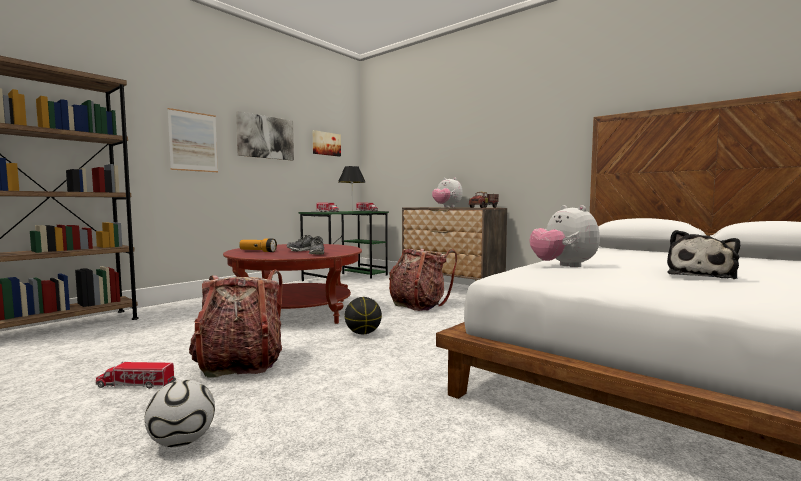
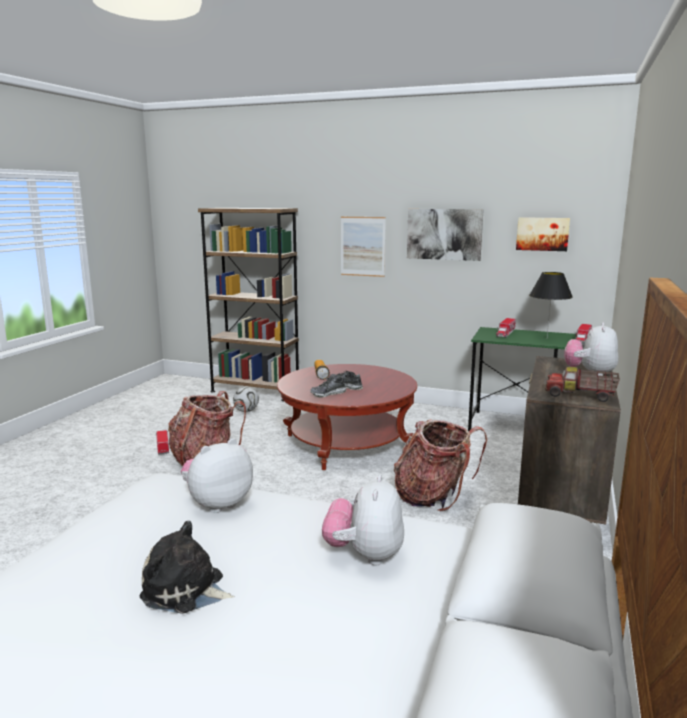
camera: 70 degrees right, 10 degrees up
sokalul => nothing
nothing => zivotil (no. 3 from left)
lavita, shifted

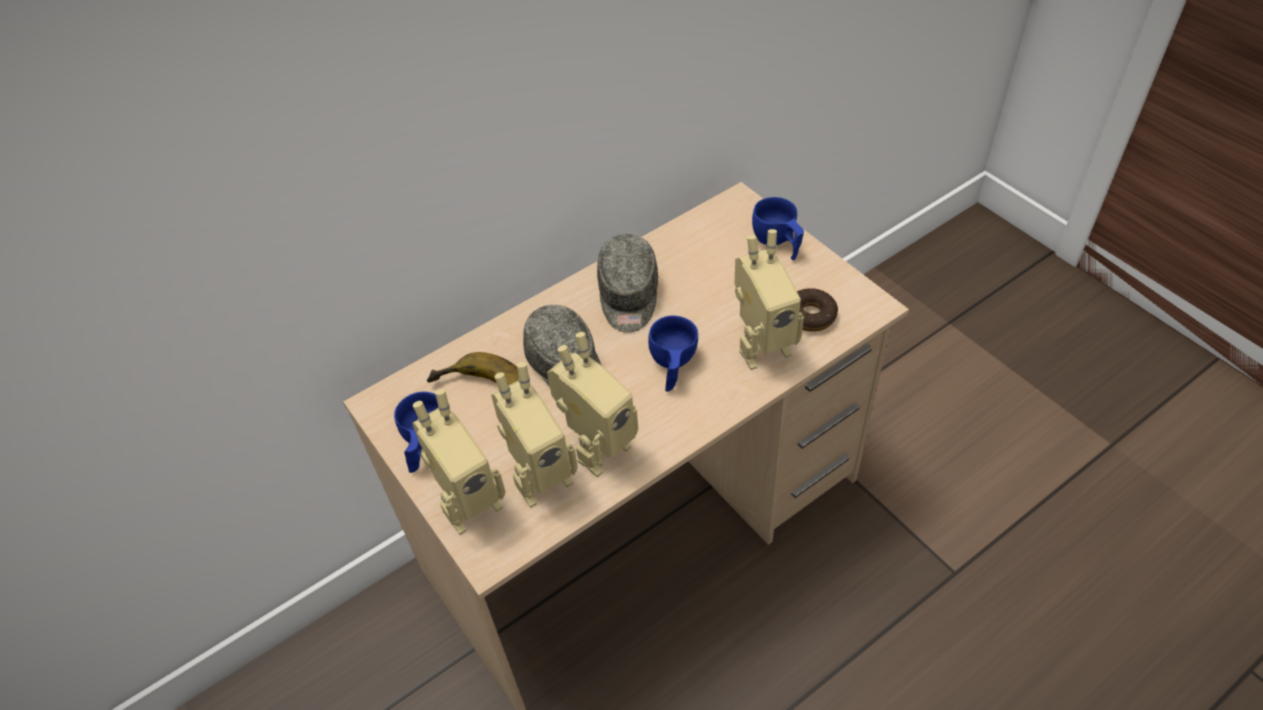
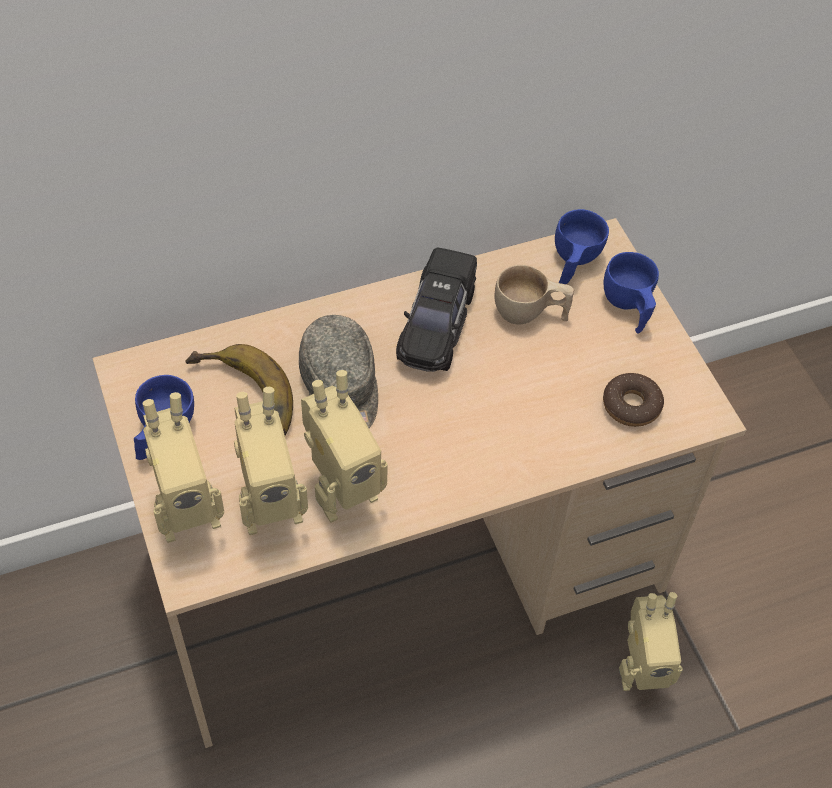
camera: 10 degrees right, 5 degrees up
nothing => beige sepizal
blue sepizal (no. 2 from left), shifted
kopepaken (no. 4 from left), shifted
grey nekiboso (no. 2 from left) => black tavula

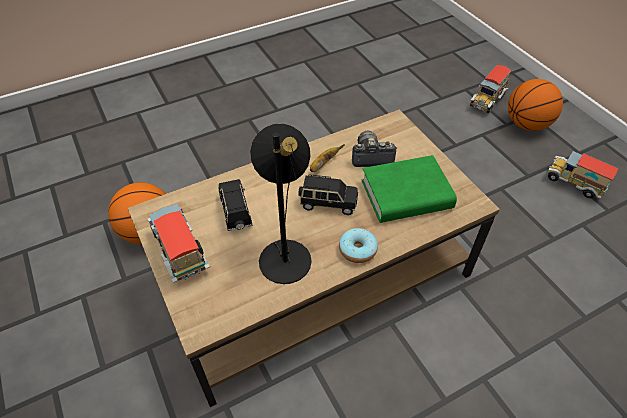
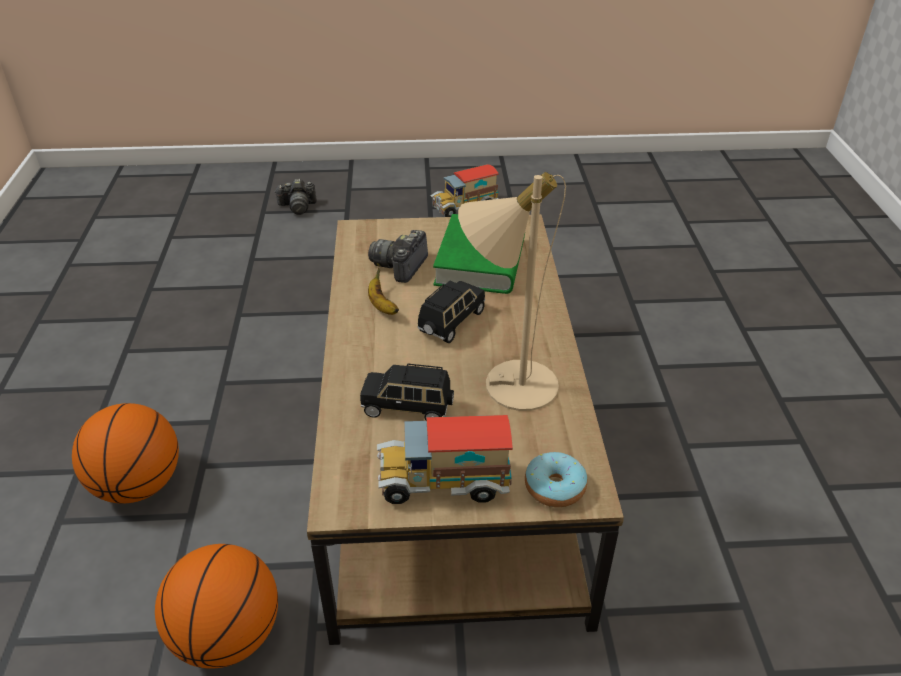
camera: 65 degrees left, 10 degrees down
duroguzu, shifted
sokalul (no. 2 from left in the first image) => sokalul (no. 1 from left), shifted
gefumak (no. 2 from left) => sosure (no. 1 from left)
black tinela => beige tinela

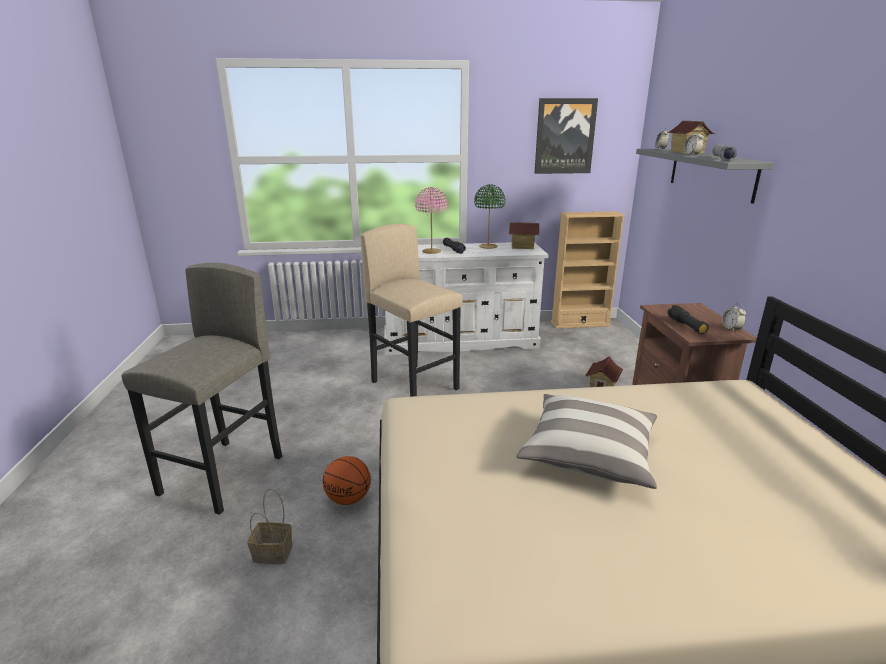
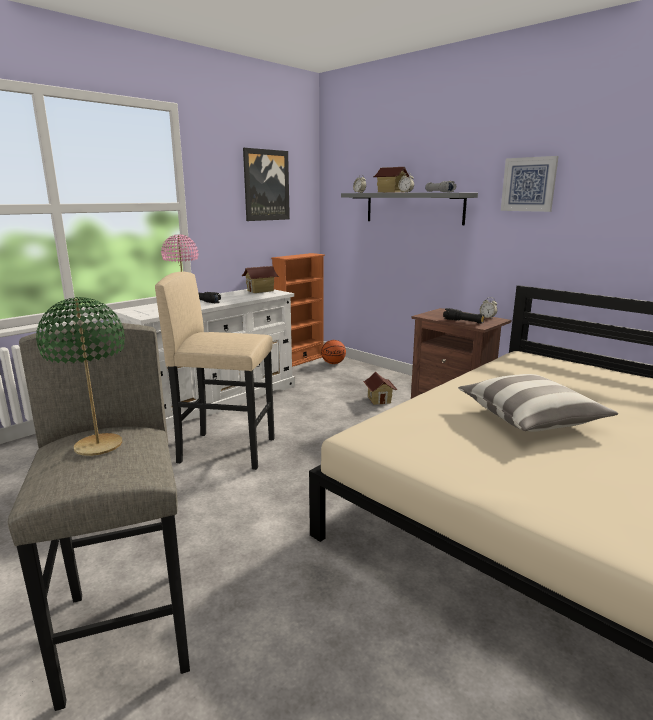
camera: 40 degrees left, 5 degrees down
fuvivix => nothing
nothing => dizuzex (no. 2 from left)
sokalul, shifted
green tinela, shifted
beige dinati => orange dinati

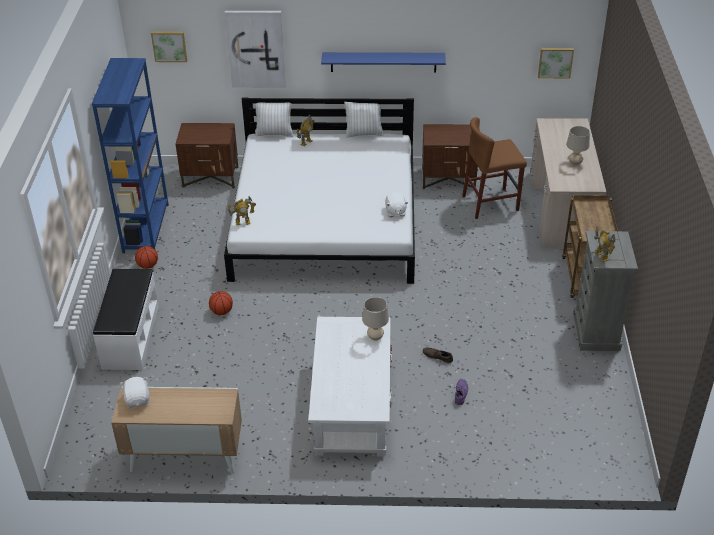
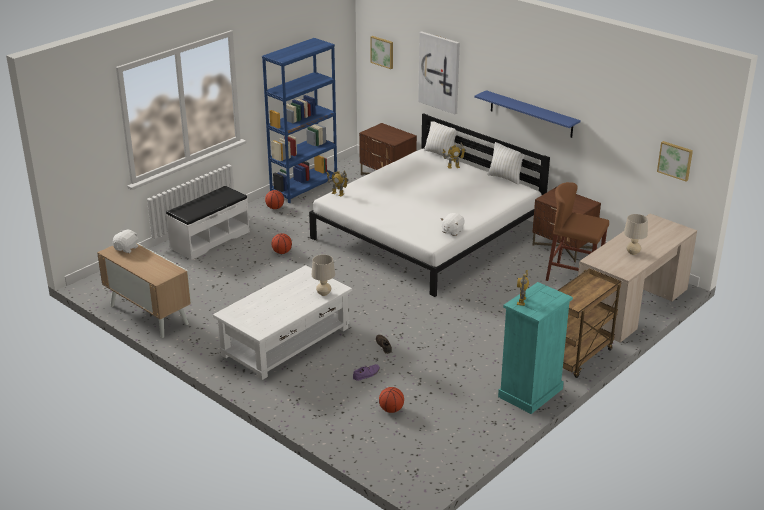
camera: 40 degrees right, 10 degrees down
nothing => sokalul (no. 3 from left)
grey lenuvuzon => turquoise lenuvuzon

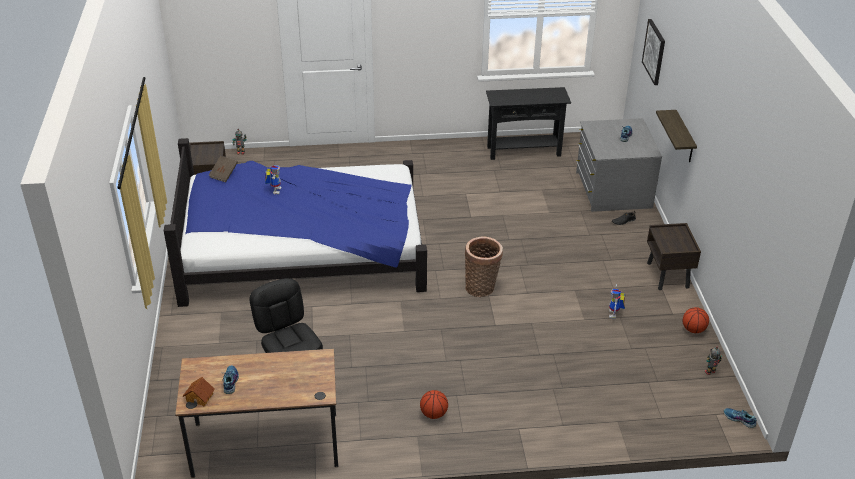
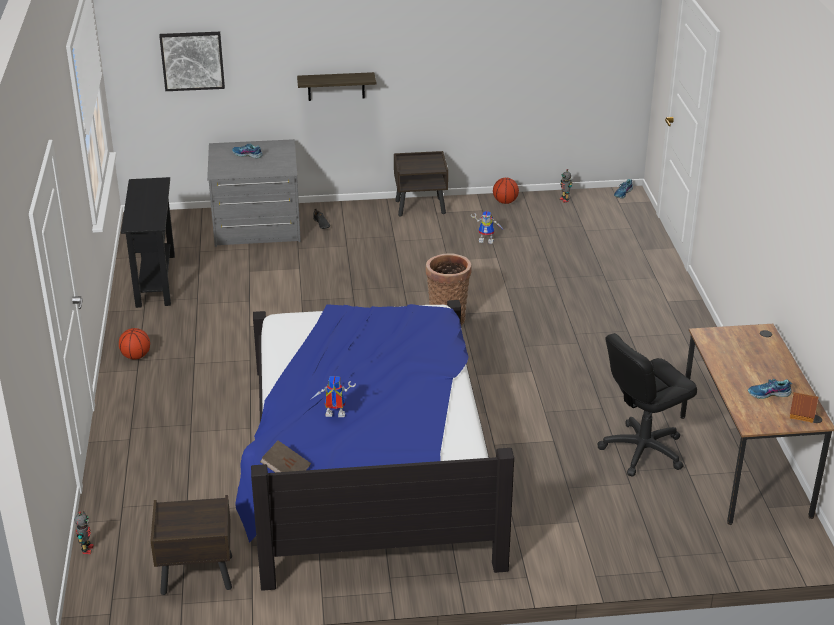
camera: 90 degrees left, 5 degrees down
sokalul (no. 1 from left), shifted

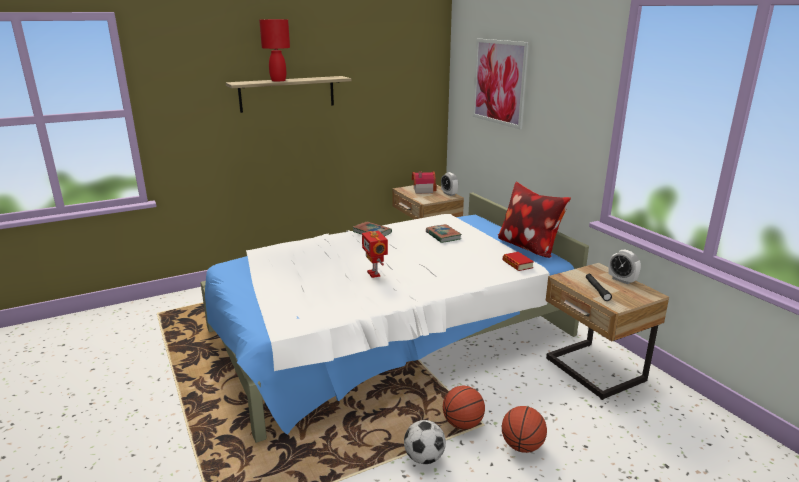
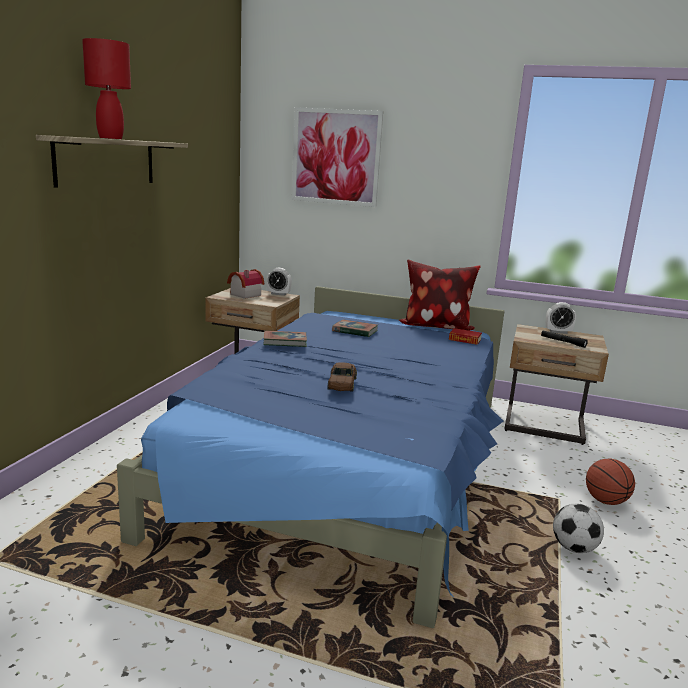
camera: 45 degrees left, 5 degrees down
kopepaken => nothing
sokalul (no. 1 from left) => nothing
nothing => brown tavula
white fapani => blue fapani

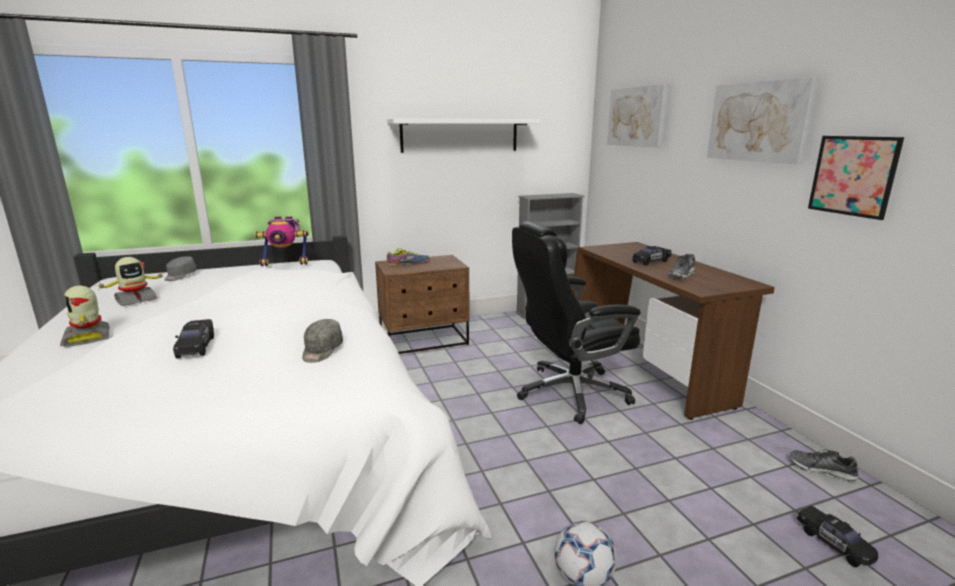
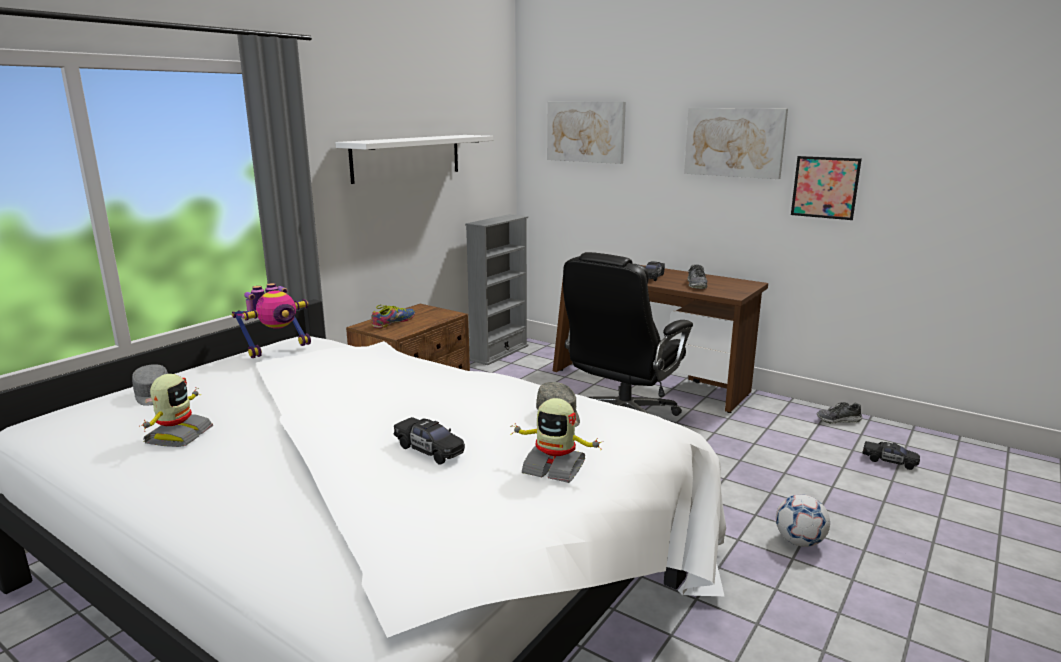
camera: 35 degrees left, 0 degrees up
kopepaken (no. 1 from left in the first image) => kopepaken (no. 3 from left), shifted

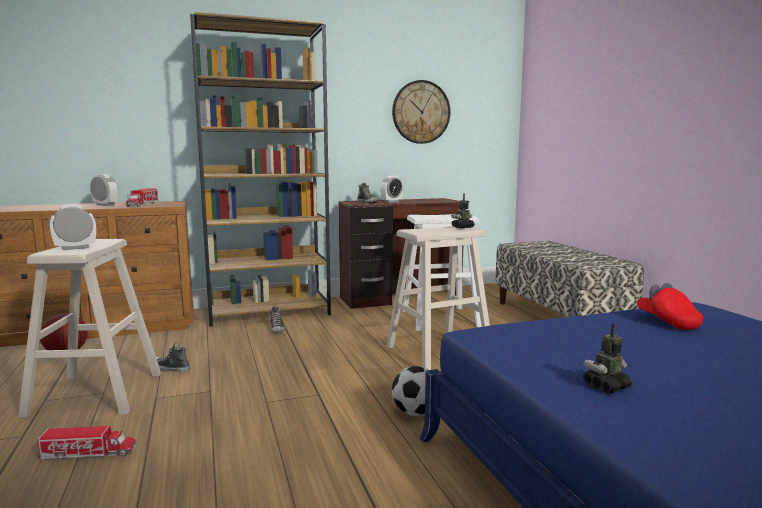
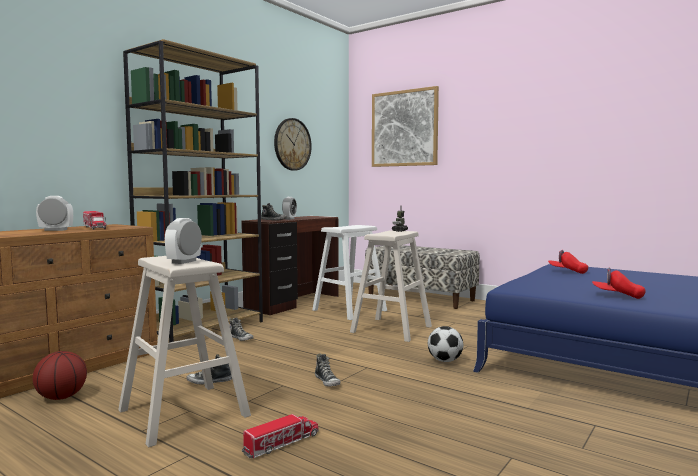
camera: 35 degrees left, 5 degrees down
nothing => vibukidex (no. 4 from left)
nothing => dizuzex
kopepaken (no. 2 from left) => red nekiboso (no. 2 from left)

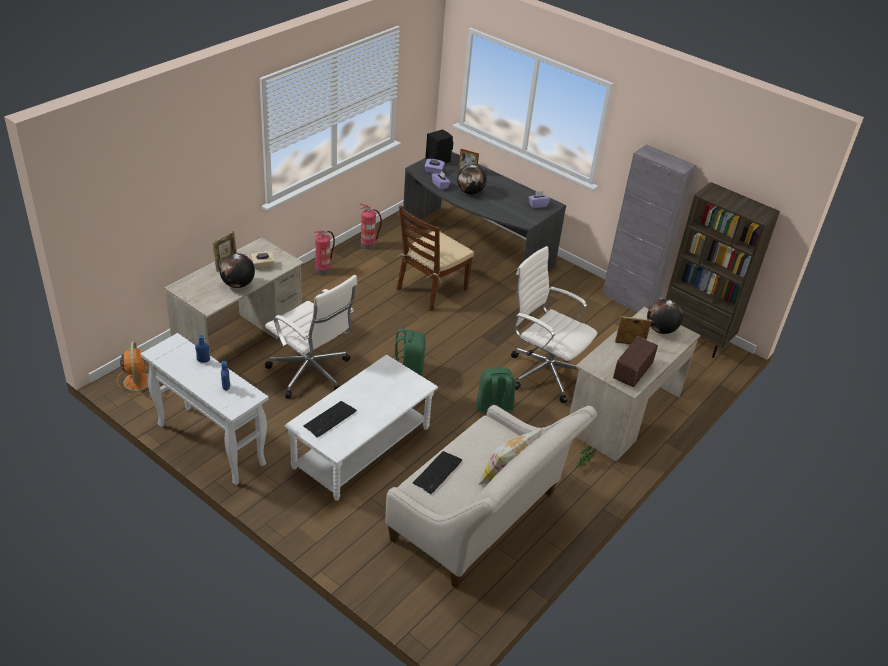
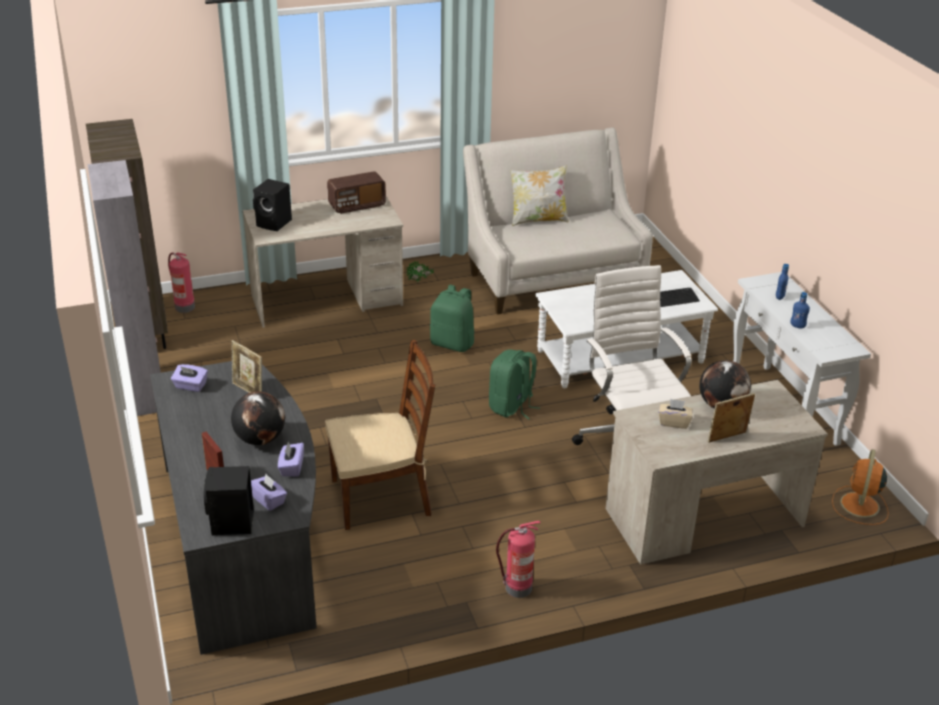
camera: 145 degrees left, 5 degrees down
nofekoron (no. 2 from left) => nothing
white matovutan (no. 2 from left) => nothing
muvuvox (no. 2 from left in the first image) => muvuvox (no. 1 from left), shifted
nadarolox (no. 3 from left in the first image) => nadarolox (no. 2 from left), shifted
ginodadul (no. 3 from left) => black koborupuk (no. 2 from left)

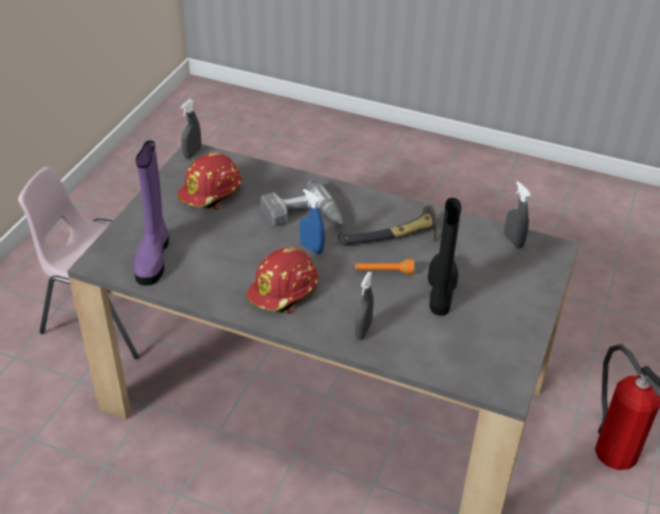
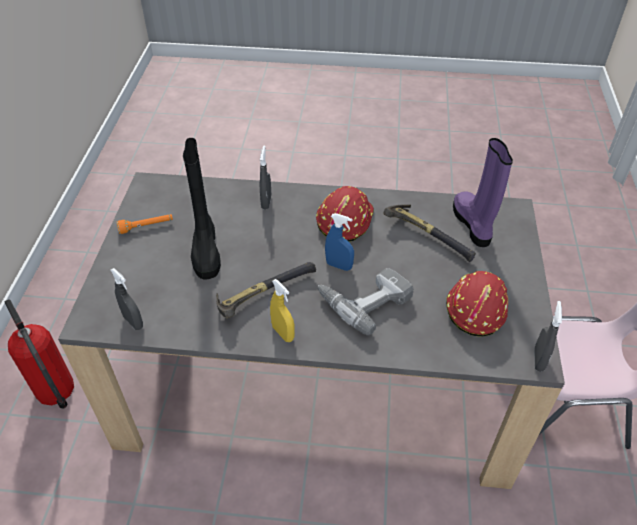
camera: 165 degrees right, 5 degrees up
nothing => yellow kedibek
nothing => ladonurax (no. 2 from left)
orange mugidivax, shifted

